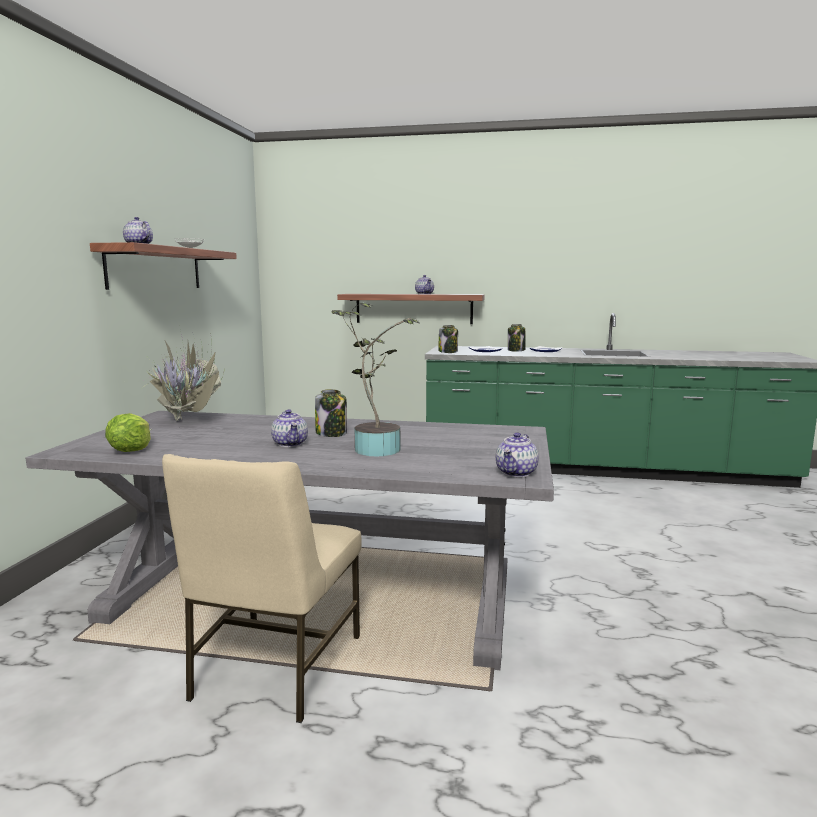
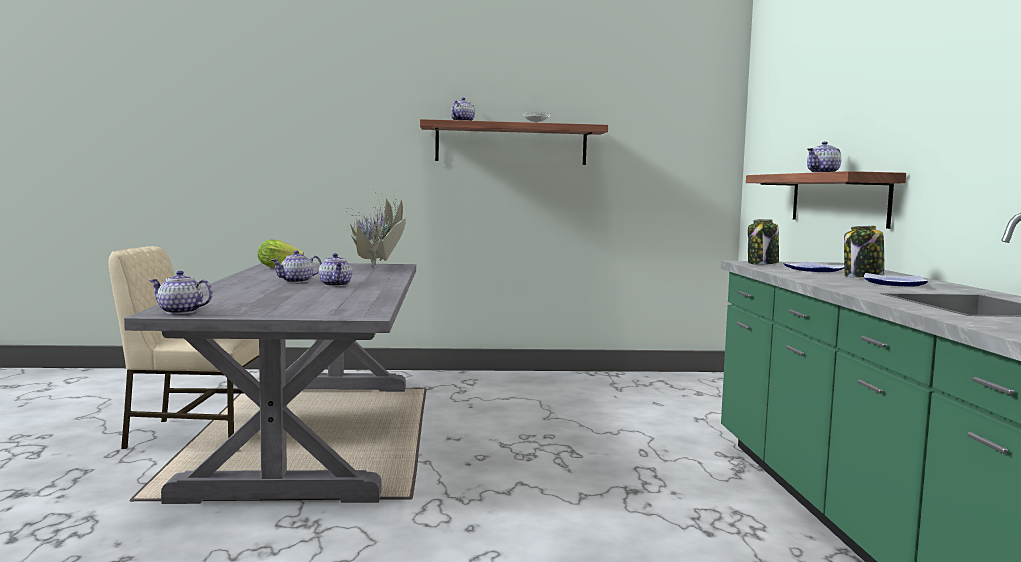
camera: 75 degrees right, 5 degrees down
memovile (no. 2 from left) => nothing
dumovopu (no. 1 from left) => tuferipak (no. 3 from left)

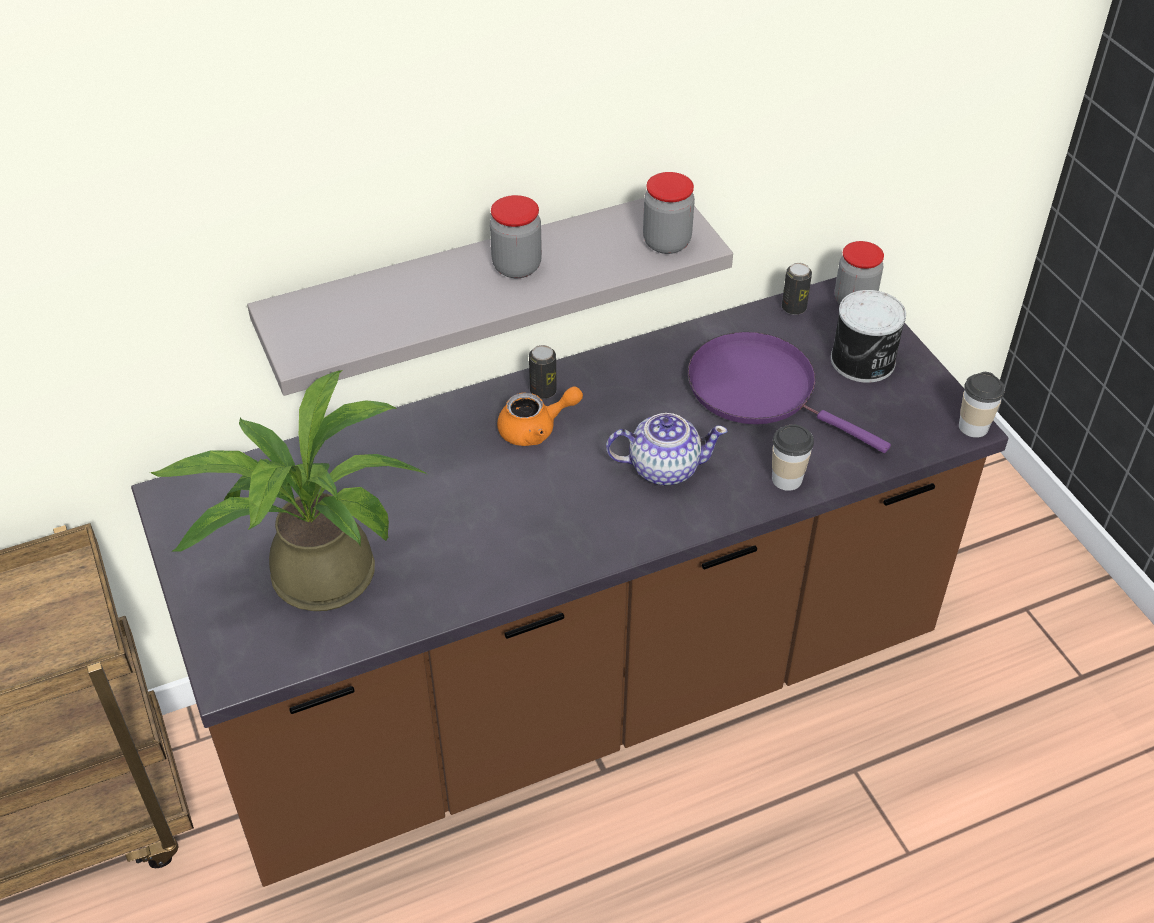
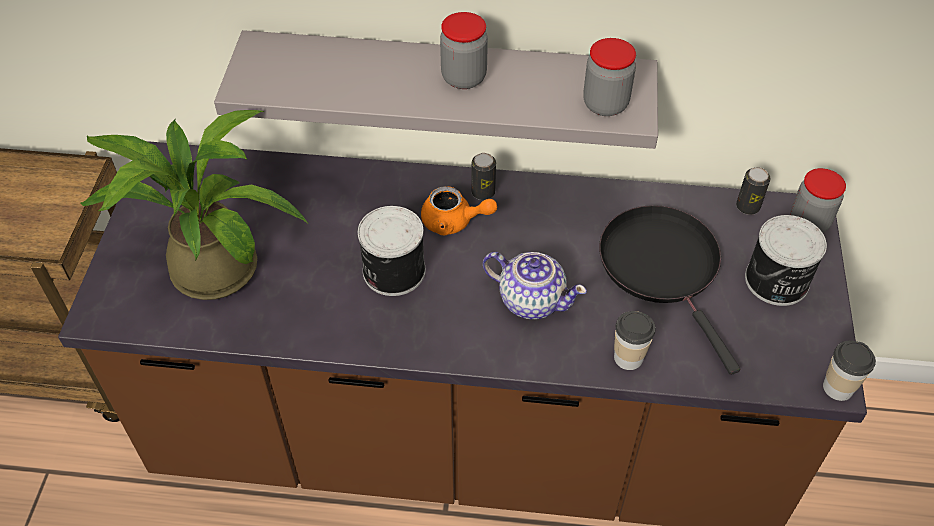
camera: 30 degrees right, 5 degrees up
nothing => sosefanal (no. 1 from left)
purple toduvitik => black toduvitik

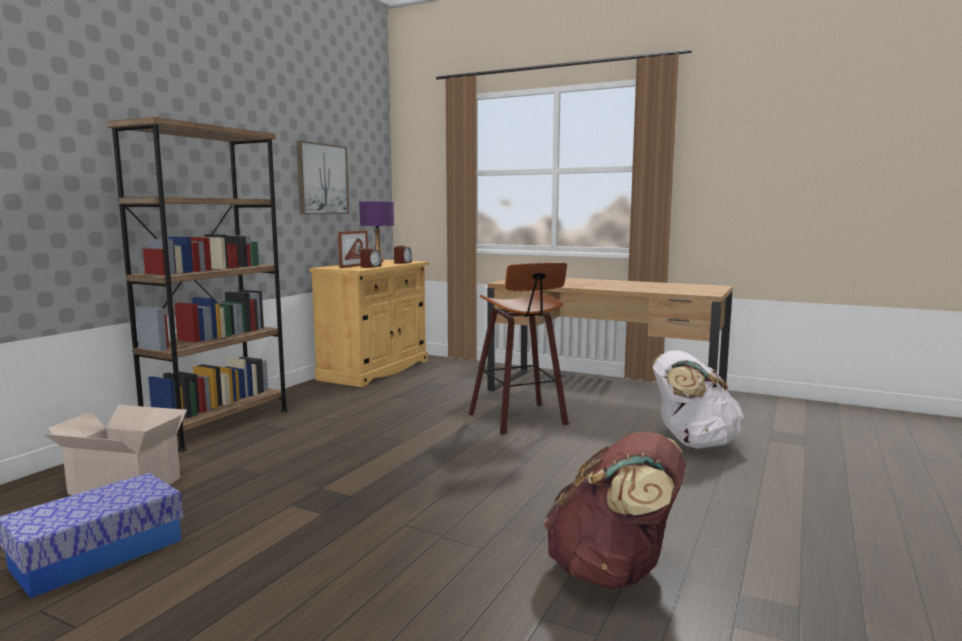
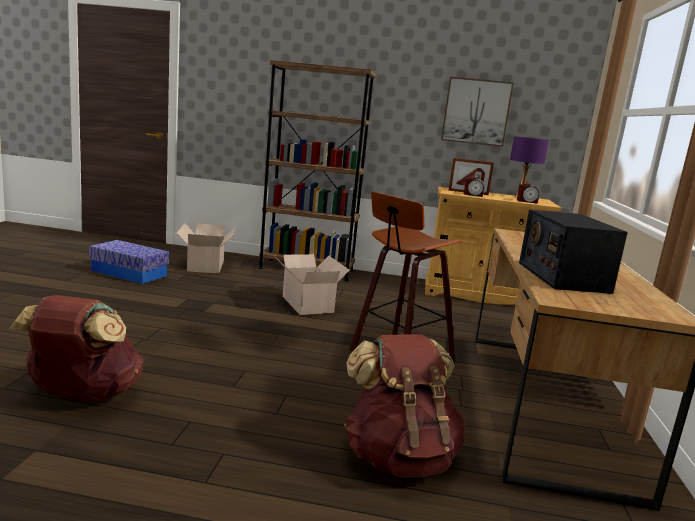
camera: 70 degrees right, 5 degrees up
nothing => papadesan (no. 2 from left)
nothing => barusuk
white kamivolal => brown kamivolal (no. 2 from left)

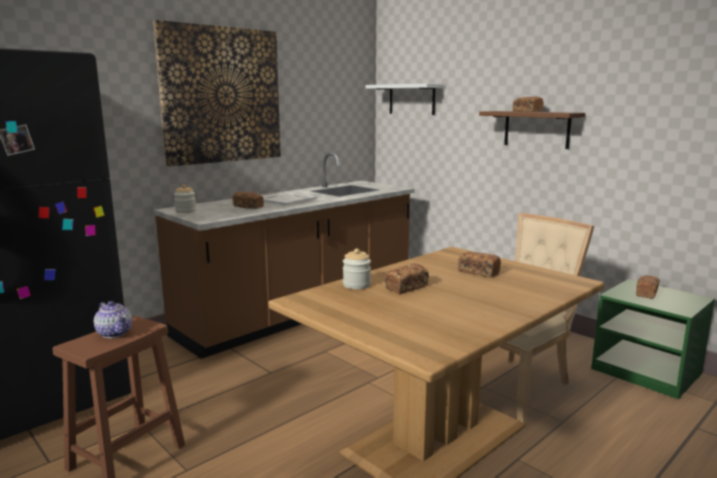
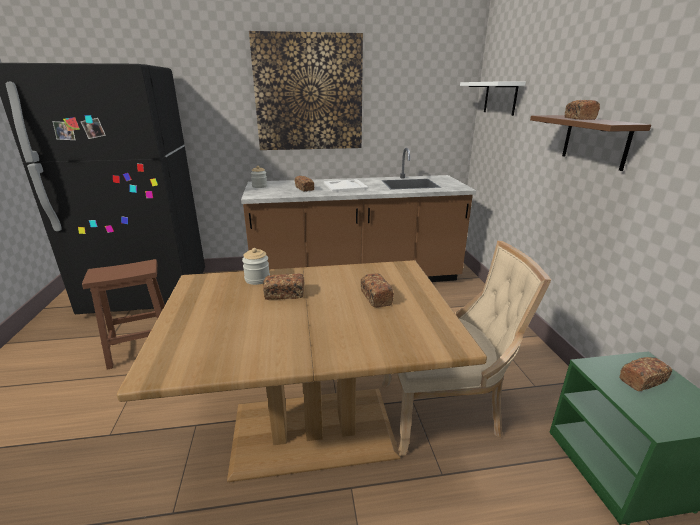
camera: 35 degrees right, 10 degrees up
tuferipak => nothing

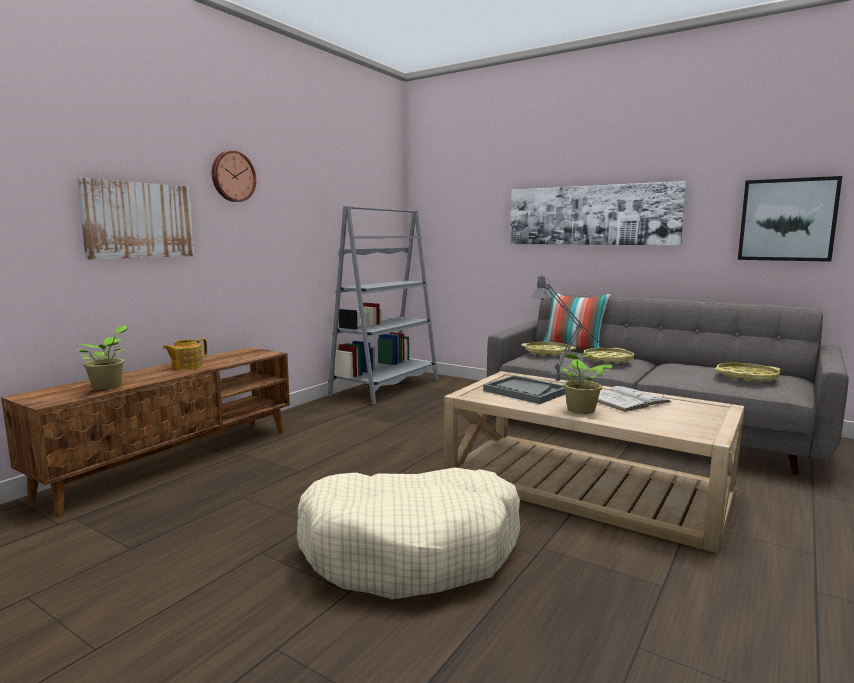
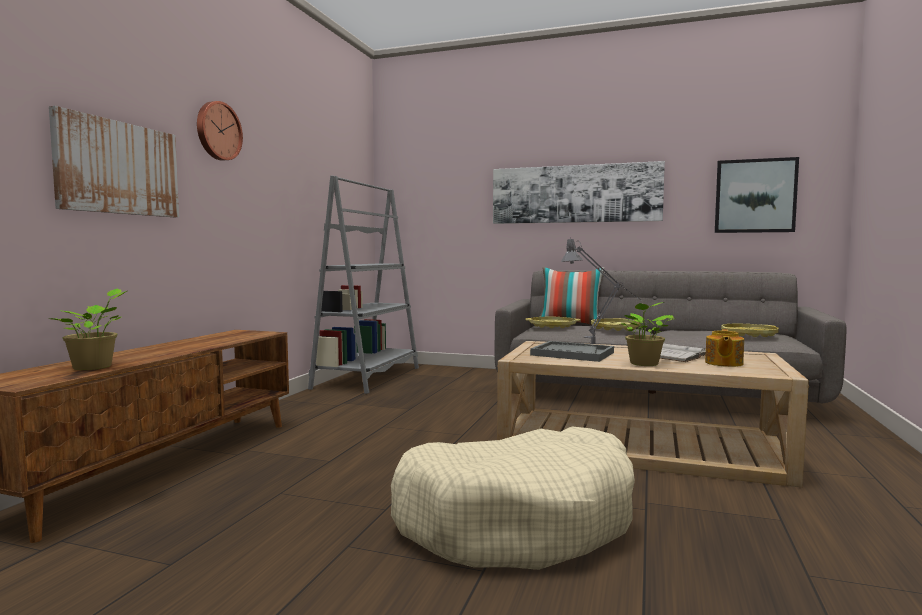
camera: 15 degrees left, 5 degrees down
tuferipak, shifted

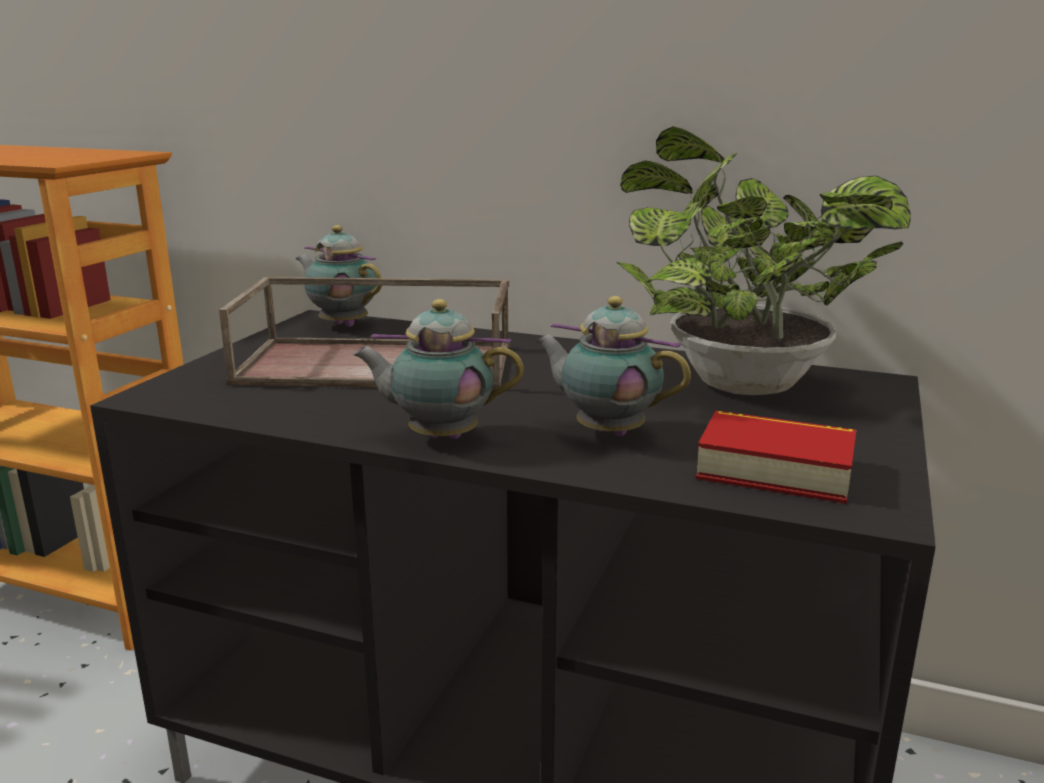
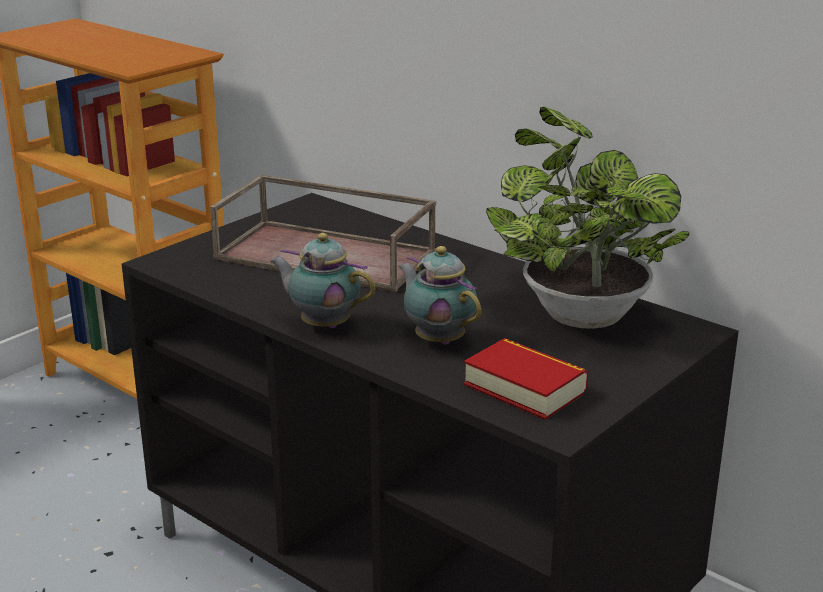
camera: 20 degrees right, 5 degrees up
tuferipak (no. 1 from left) => nothing

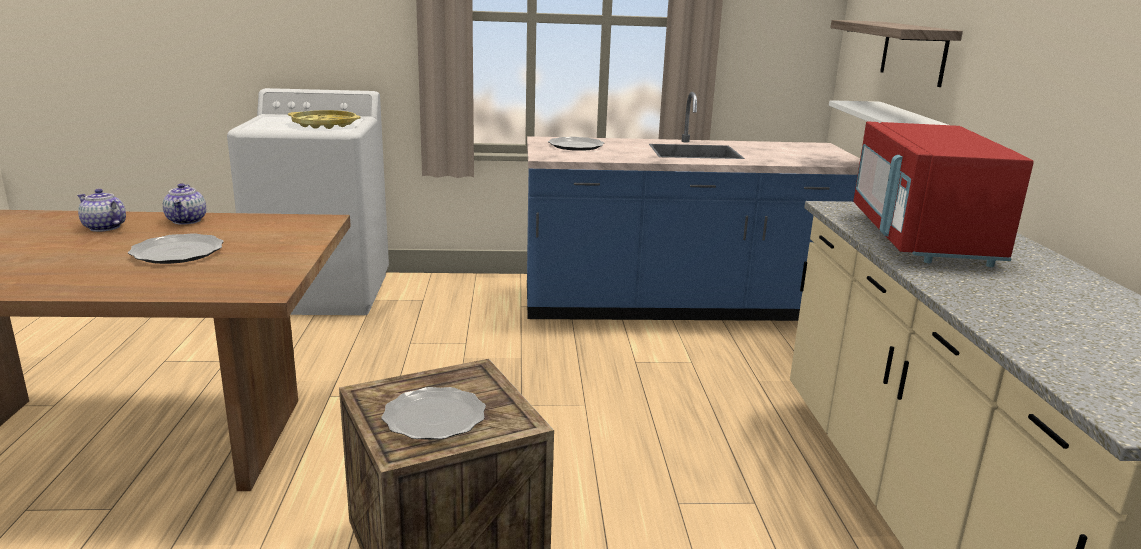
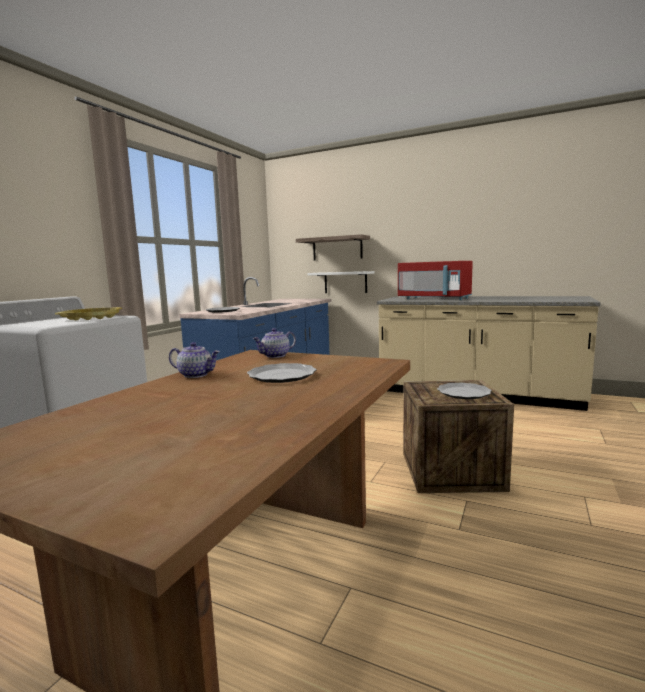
camera: 60 degrees left, 10 degrees down
tuferipak (no. 1 from left in the first image) => tuferipak (no. 2 from left), shifted

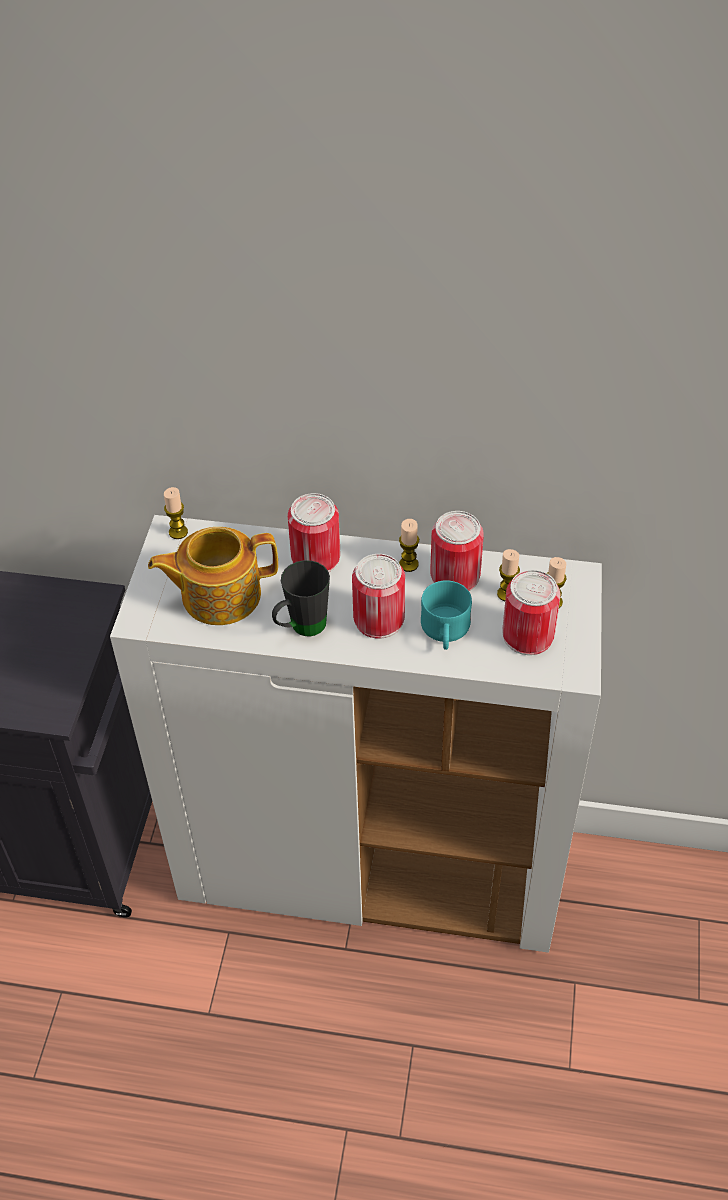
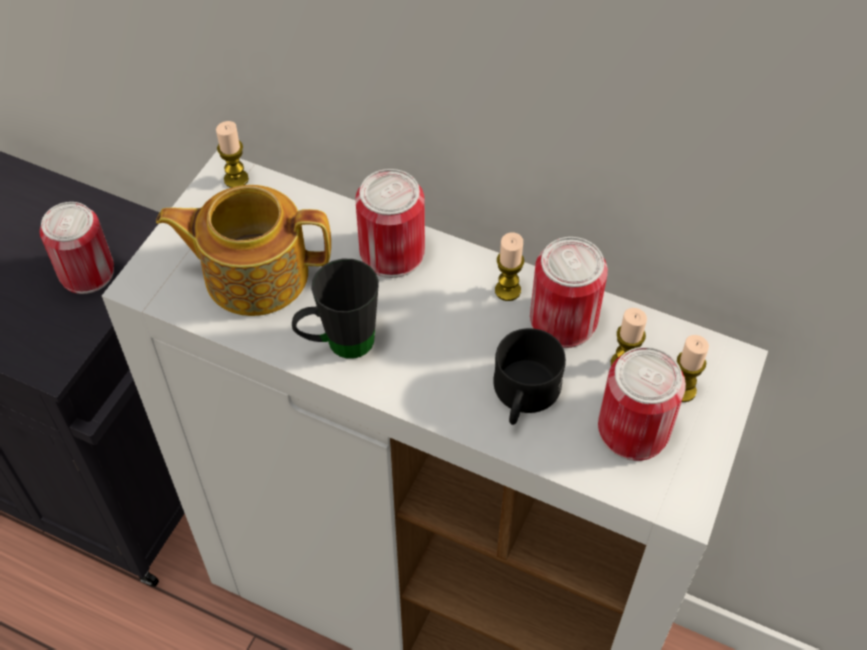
camera: 15 degrees right, 5 degrees up
sosefanal (no. 2 from left in the first image) => sosefanal (no. 1 from left), shifted
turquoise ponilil => black ponilil (no. 2 from left)

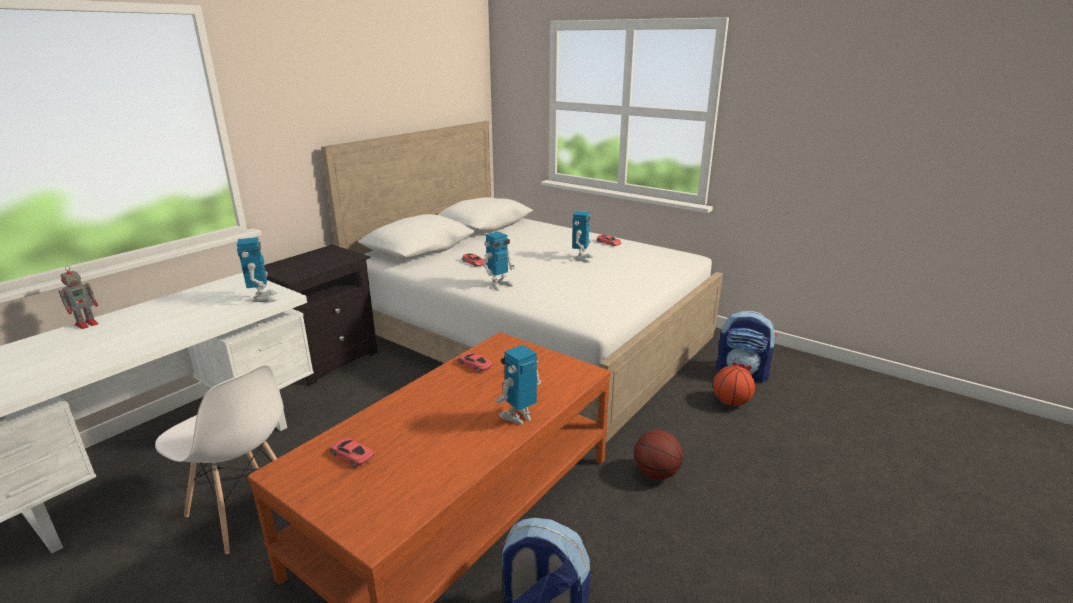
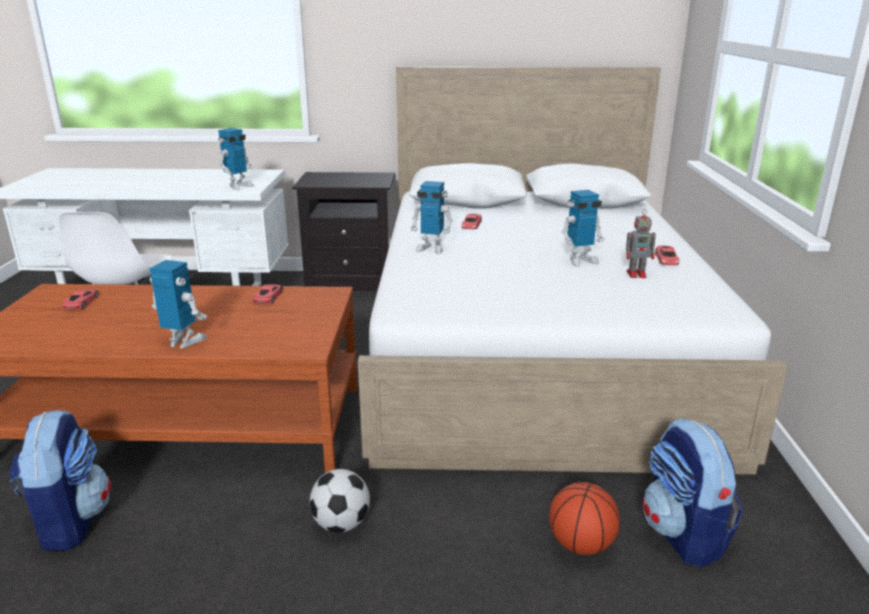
camera: 55 degrees right, 0 degrees up
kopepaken (no. 1 from left in the first image) => kopepaken (no. 5 from left), shifted
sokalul (no. 1 from left) => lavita

